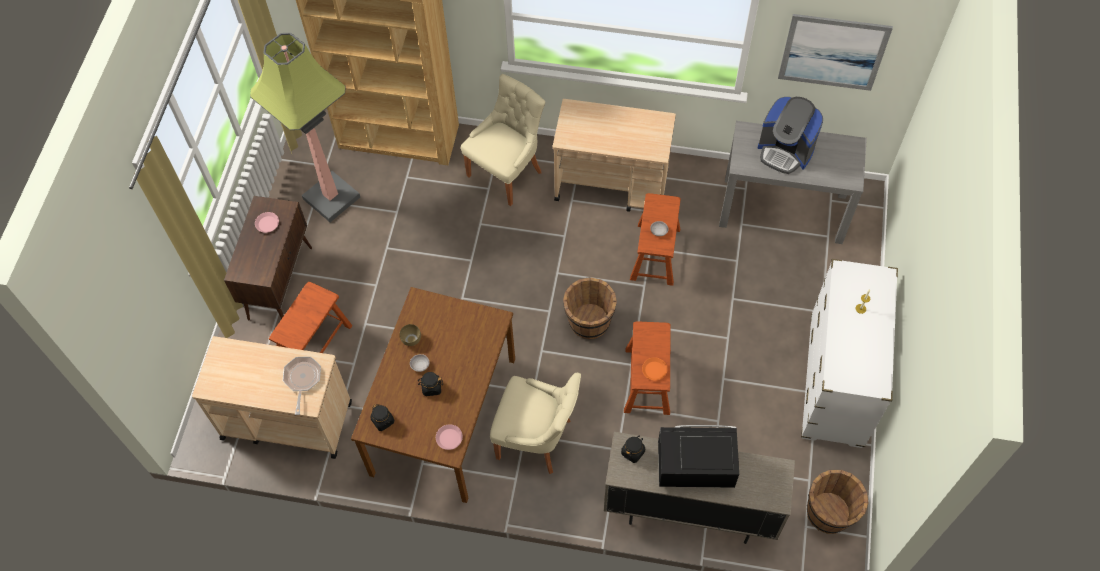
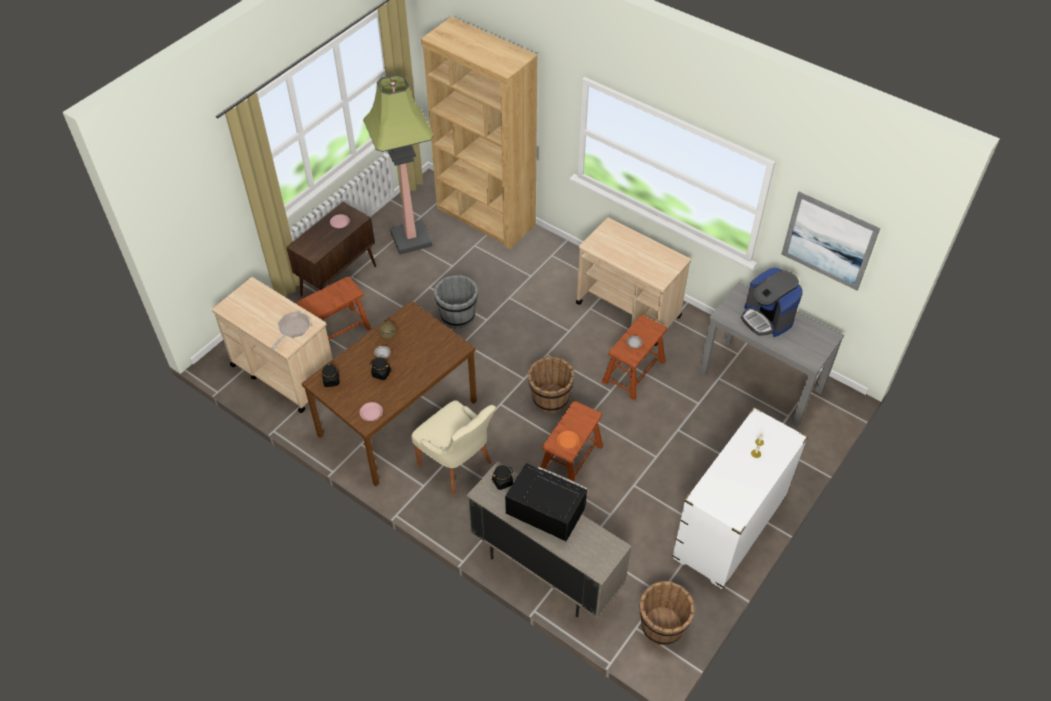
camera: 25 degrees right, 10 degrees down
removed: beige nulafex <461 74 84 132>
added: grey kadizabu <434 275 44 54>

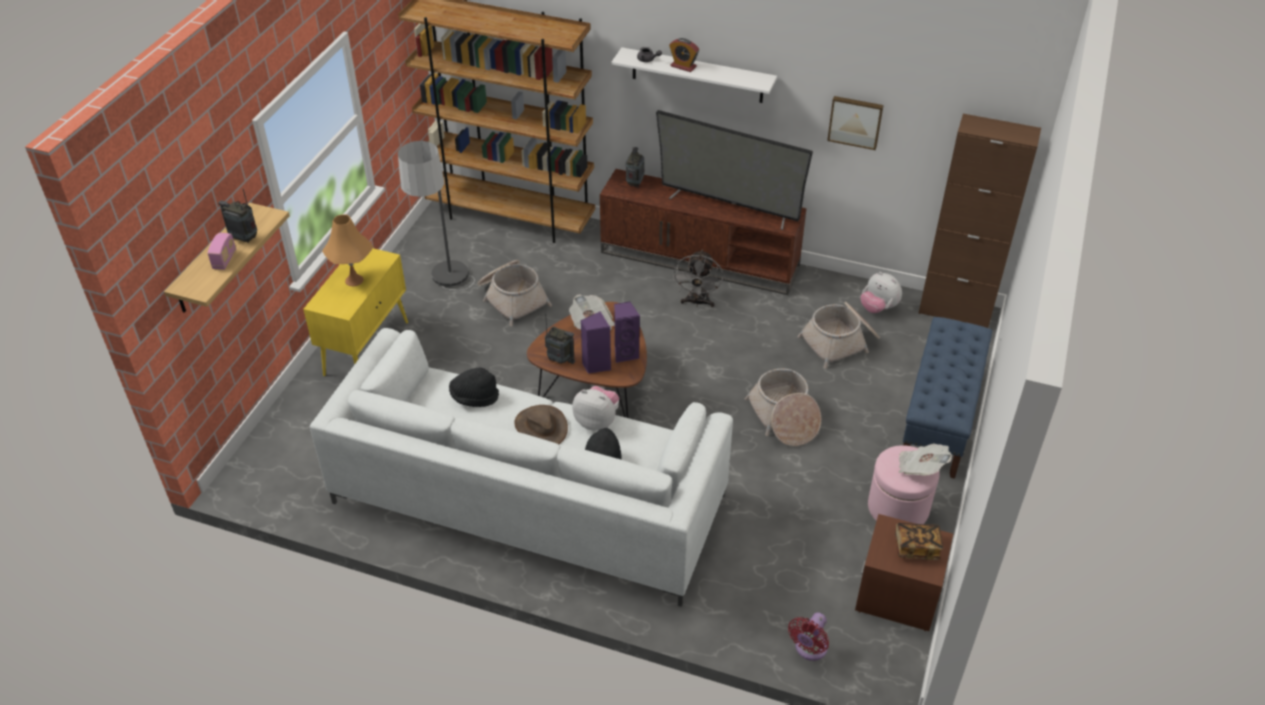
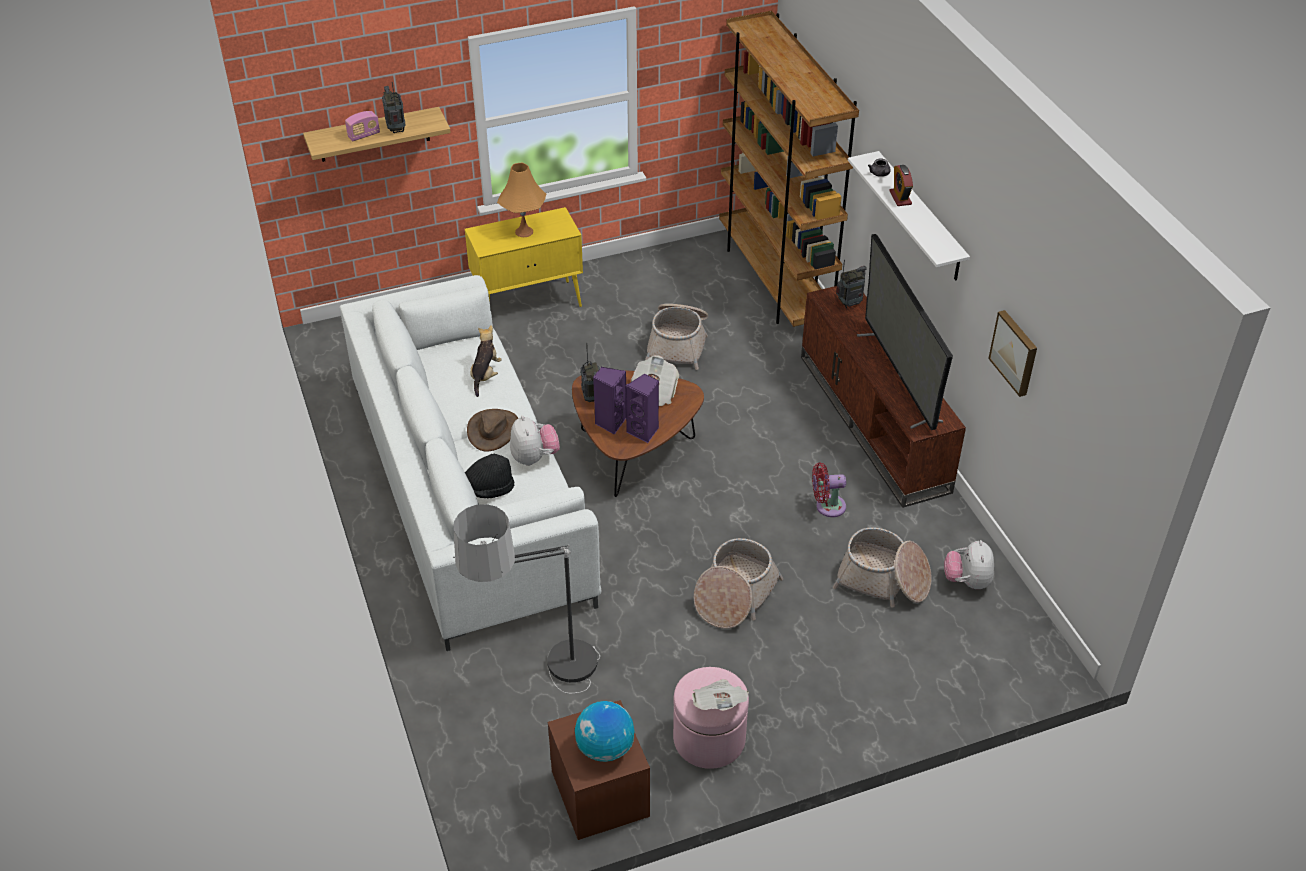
camera: 50 degrees right, 0 degrees up
removed: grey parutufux <673 249 50 58>; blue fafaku <903 317 89 162>; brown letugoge <918 114 123 214>
moved: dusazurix <398 141 77 149> to <453 504 147 190>; red parutufux <788 612 41 49> to <812 462 34 55>
replaced: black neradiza <449 367 50 40> to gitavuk <470 325 32 72>; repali <895 523 48 37> to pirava <575 701 60 61>

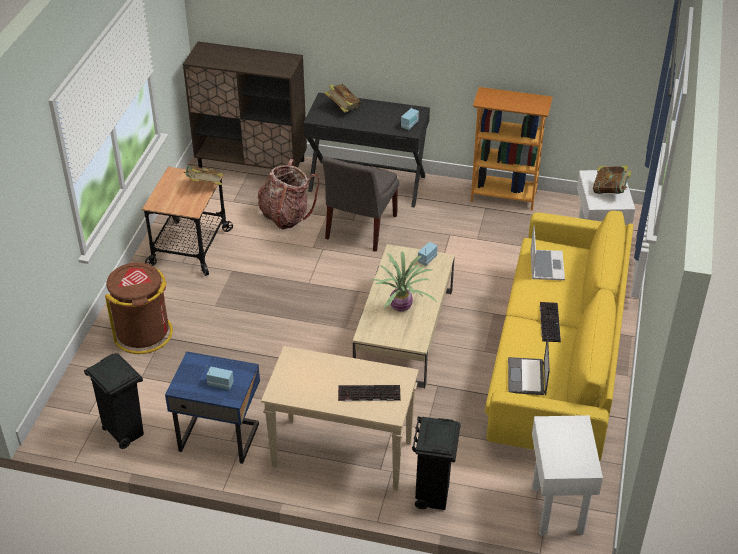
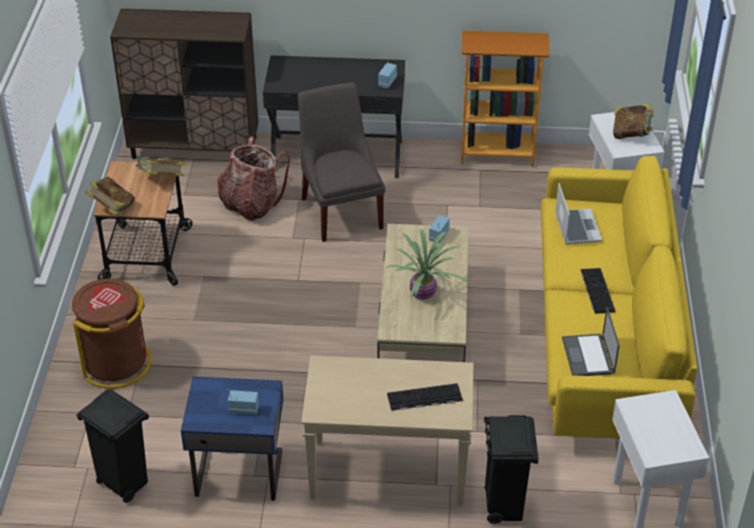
camera: 10 degrees left, 0 degrees up
moved: repali <325 84 36 29> to <85 176 50 40>
turned: grey nulafex <322 157 77 95> = <298 82 87 160> 150 degrees clockwise

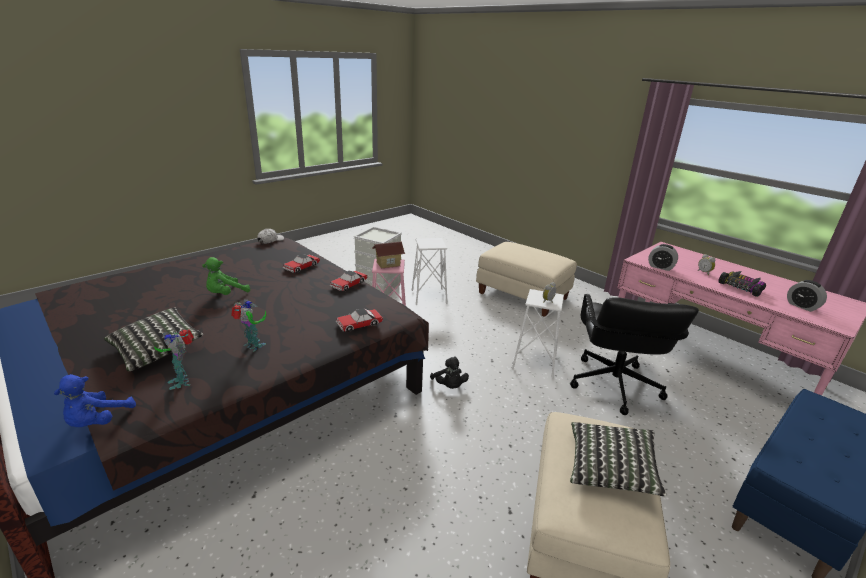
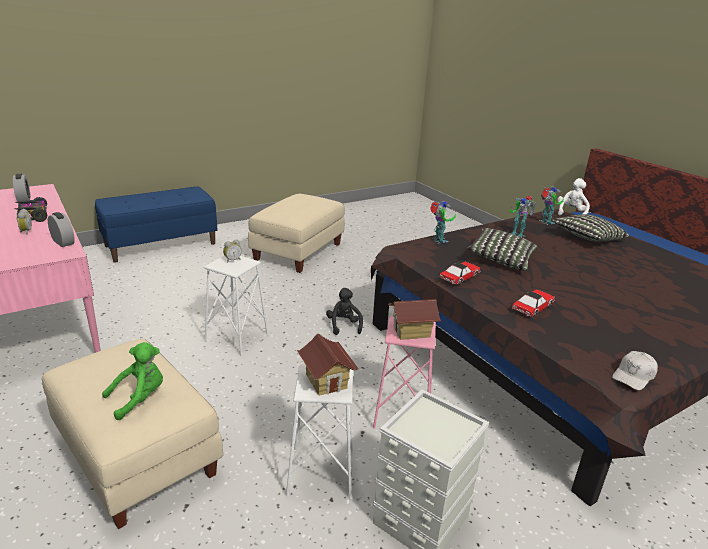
camera: 170 degrees left, 0 degrees up
removed: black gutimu <570 294 129 121>
added: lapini <297 334 61 62>
moved: green gitavuk <202 257 48 38> to <102 342 61 78>; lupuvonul <570 422 96 74> to <467 228 71 43>
replaced: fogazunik <336 308 47 24> to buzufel <430 201 26 43>
recoloured: blue gitavuk <54 374 82 53> to white gitavuk <558 178 32 37>

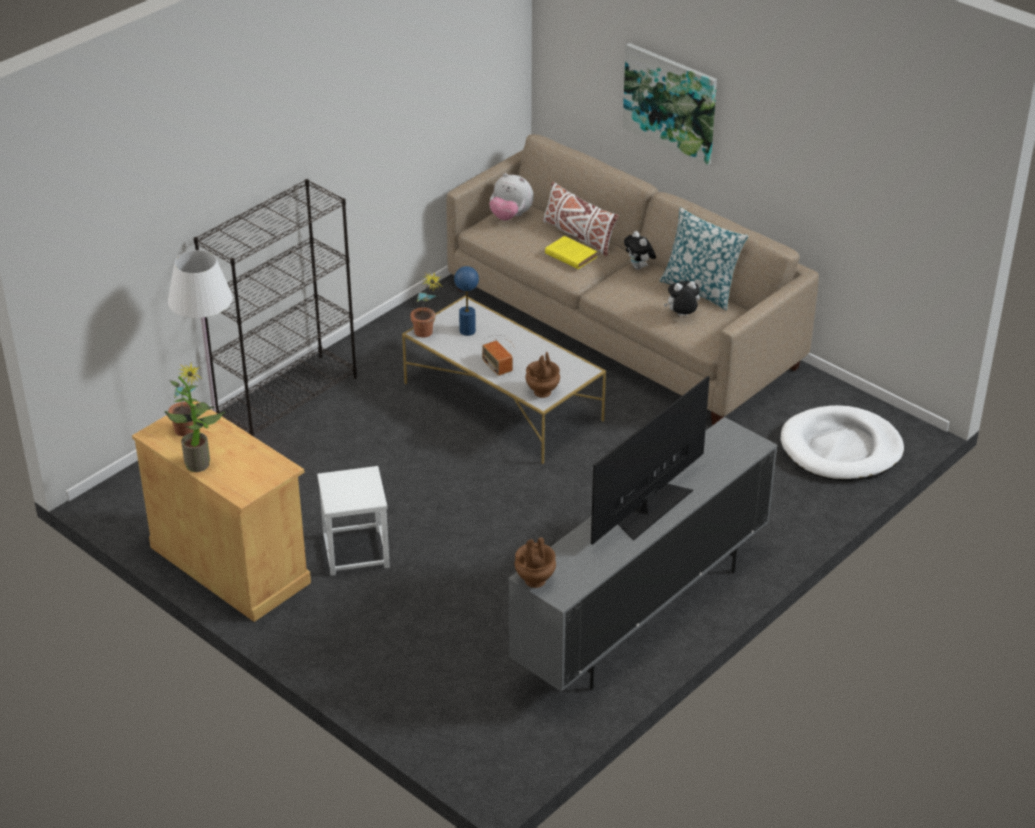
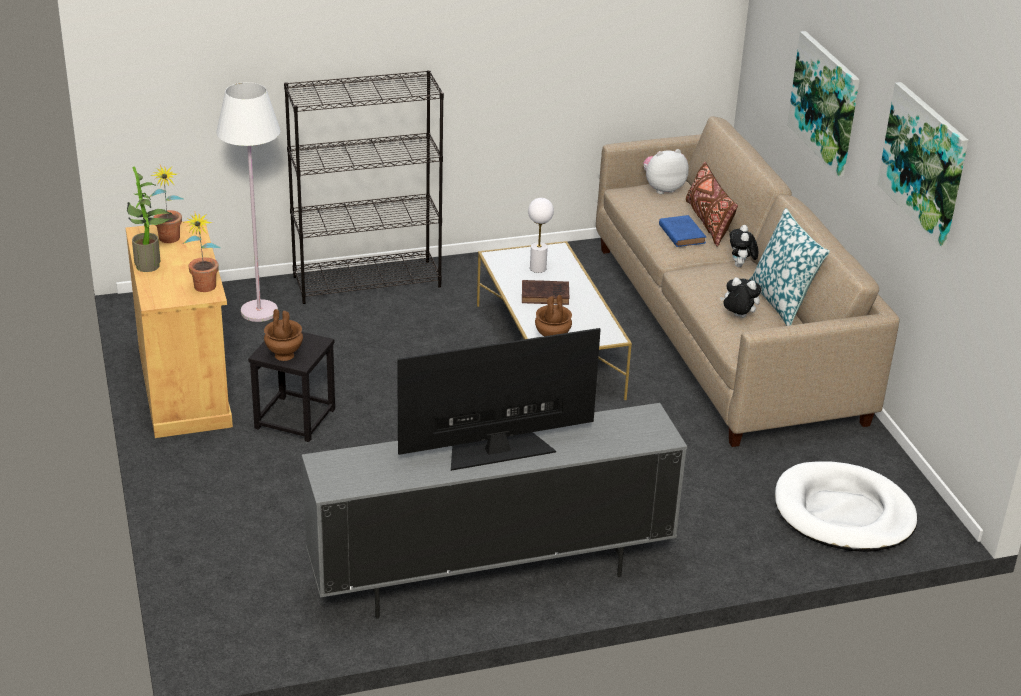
camera: 30 degrees right, 5 degrees down
added: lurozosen <877 82 91 165>
moved: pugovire <410 271 32 67> to <184 211 36 81>; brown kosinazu <515 537 41 51> to <264 309 39 52>
replaced: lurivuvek <481 335 34 41> to brown repali <522 280 47 25>
recoloured: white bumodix <317 466 73 110> to black bumodix <248 332 87 110>; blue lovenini <454 266 25 70> to white lovenini <528 198 26 75>; white lupuvonul <543 182 76 75> to brown lupuvonul <686 162 52 85>; yellow repali <545 236 52 33> to blue repali <659 215 47 32>
turned: gitavuk <489 173 45 48> = <643 149 46 45> 105 degrees clockwise

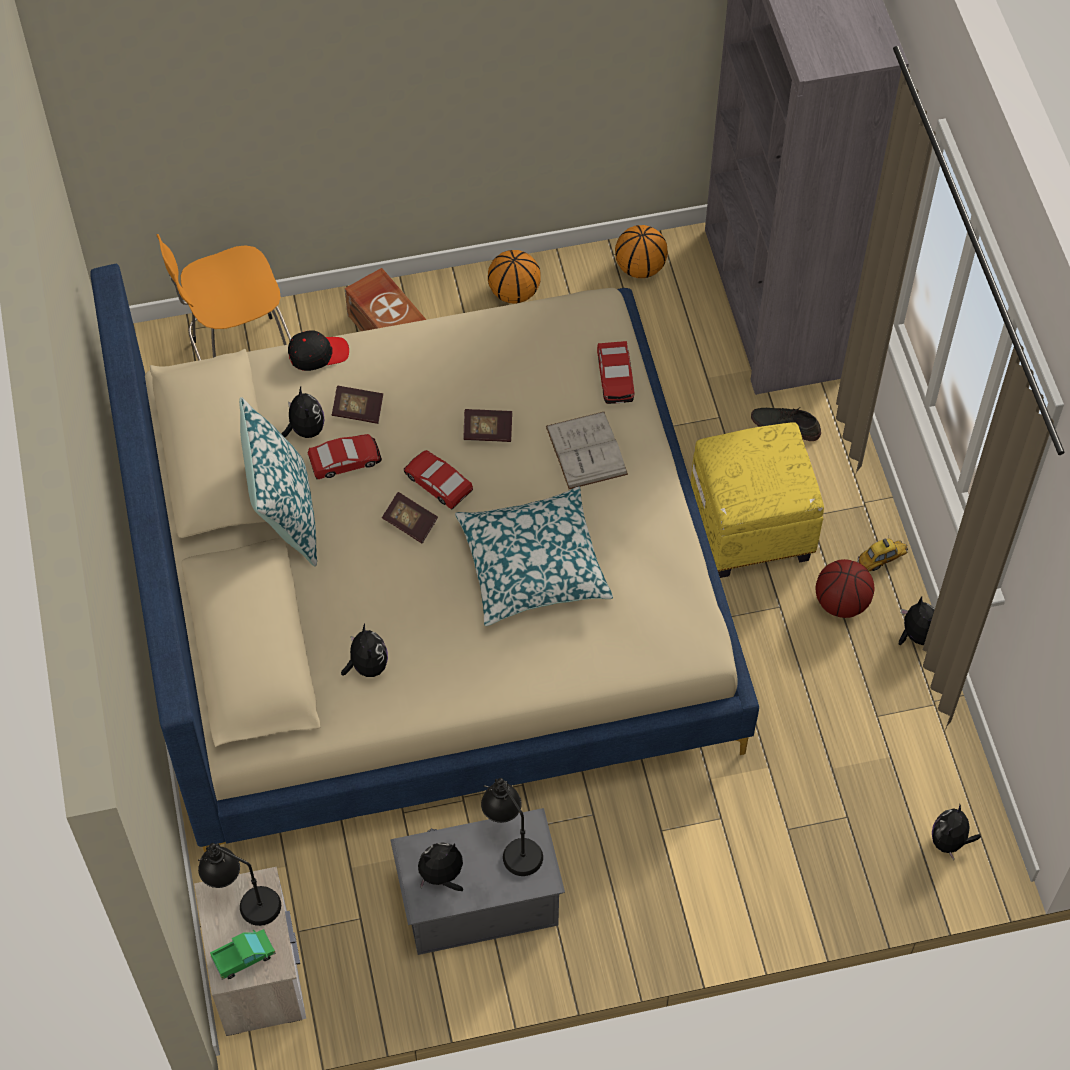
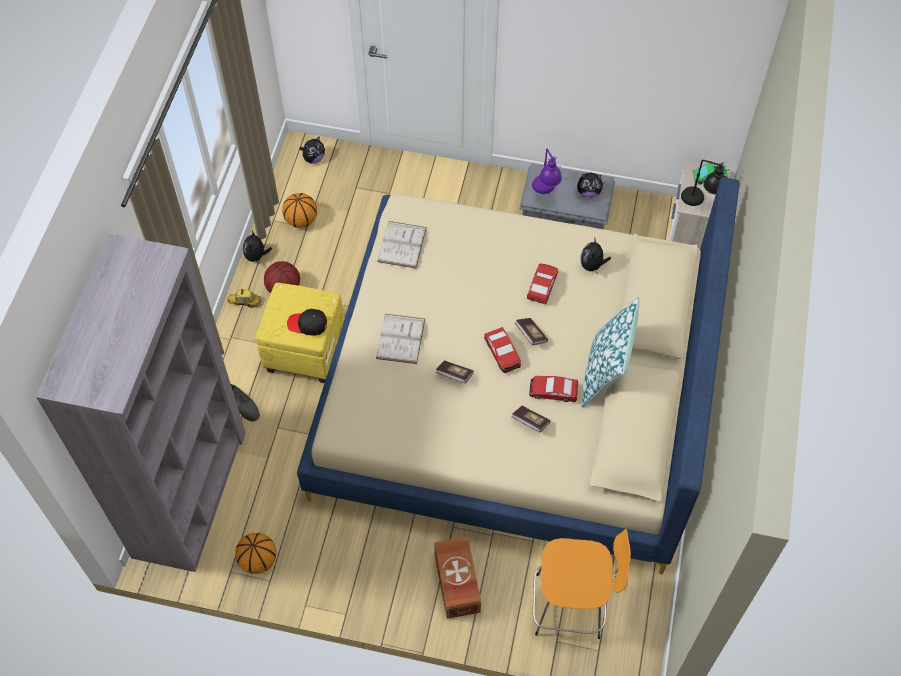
camera: 155 degrees left, 0 degrees up
removed: gitavuk <282 387 42 51>; lupuvonul <455 486 158 140>
added: white repali <377 221 50 47>
moved: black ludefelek <288 330 61 41> to <287 309 40 27>; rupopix <488 250 53 53> to <282 193 35 35>; fogazunik <597 341 37 63> to <527 264 31 40>
recoloured: black lovenini <481 778 62 98> to purple lovenini <532 149 30 45>

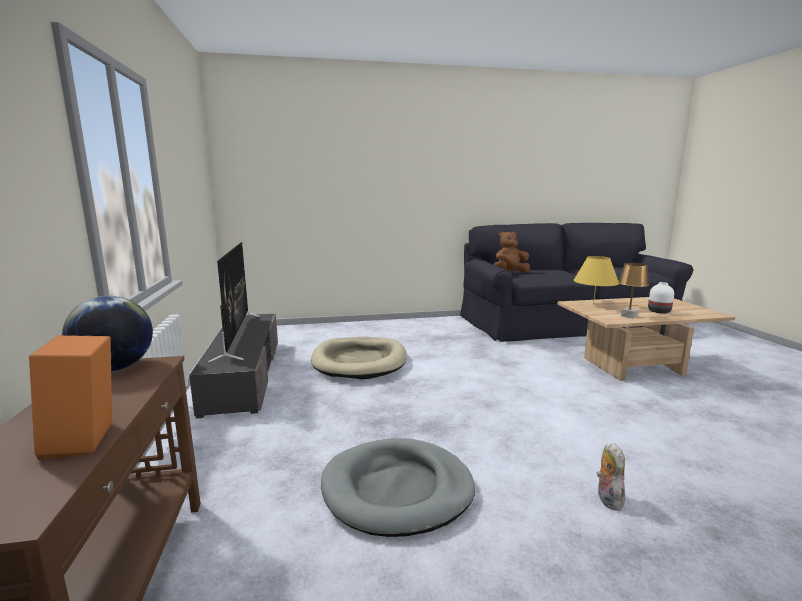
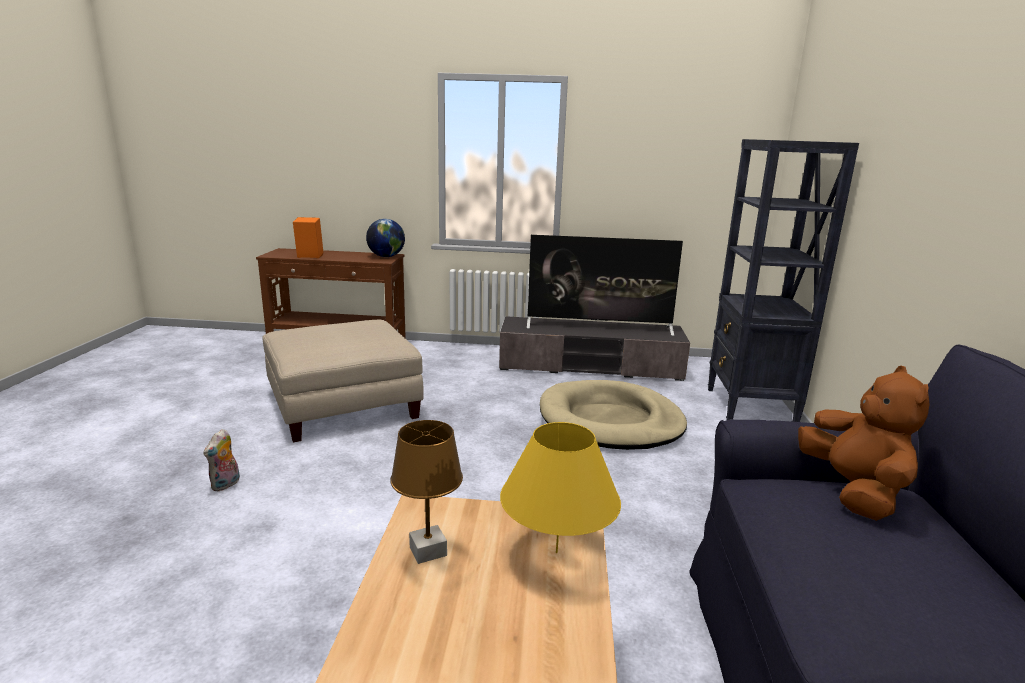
camera: 105 degrees right, 5 degrees up
removed: white kosinazu <648 282 26 32>
added: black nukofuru <708 139 151 283>
replaced: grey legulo <321 438 154 99> to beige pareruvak <262 320 162 122>
turned: gitavuk <596 443 29 68> = <203 429 37 63> 90 degrees clockwise

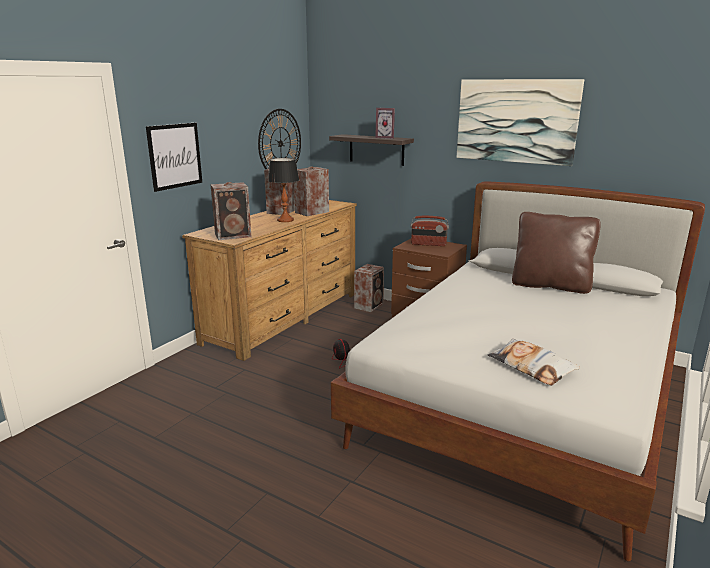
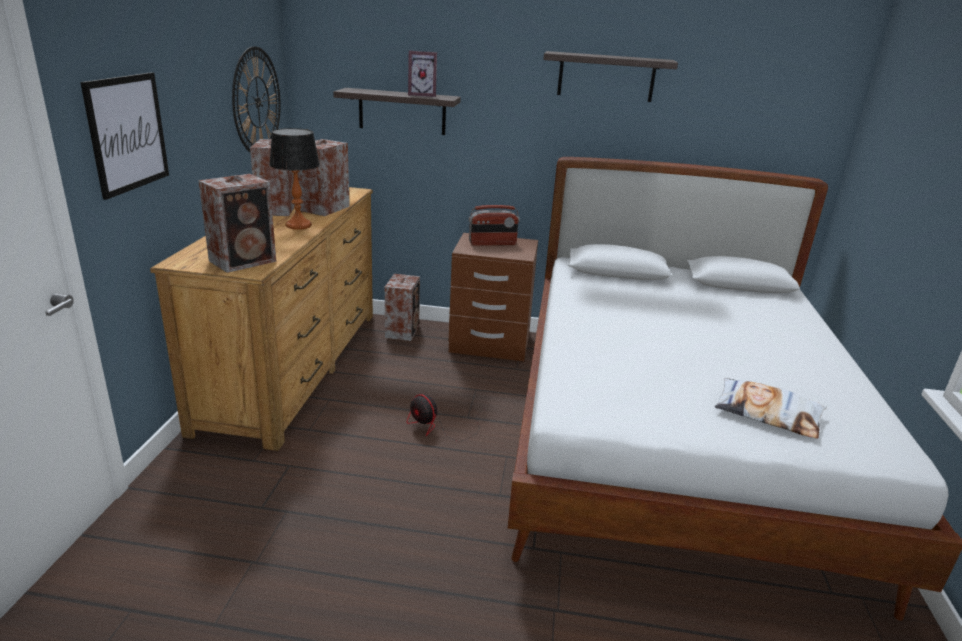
camera: 25 degrees left, 5 degrees up
removed: brown lupuvonul <512 212 88 82>
replaced: lurozosen <457 79 127 87> to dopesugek <543 51 135 51>

